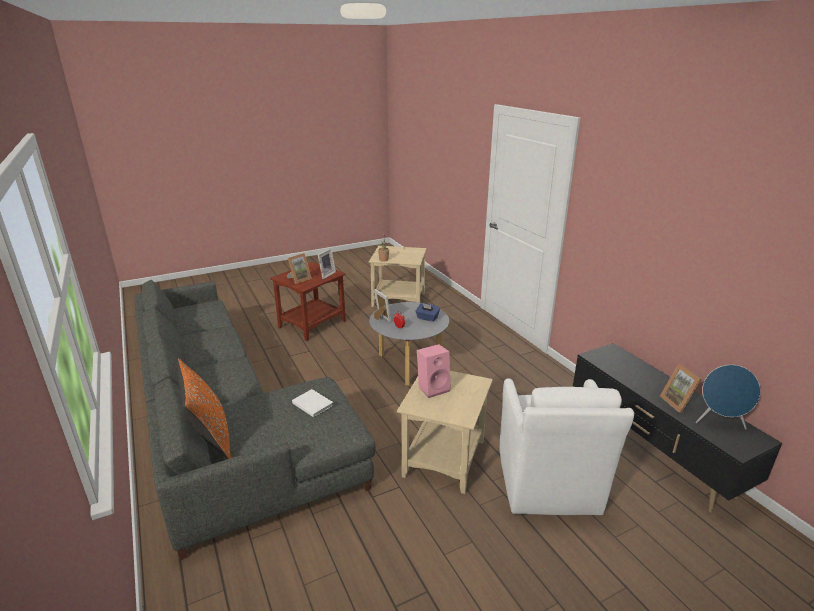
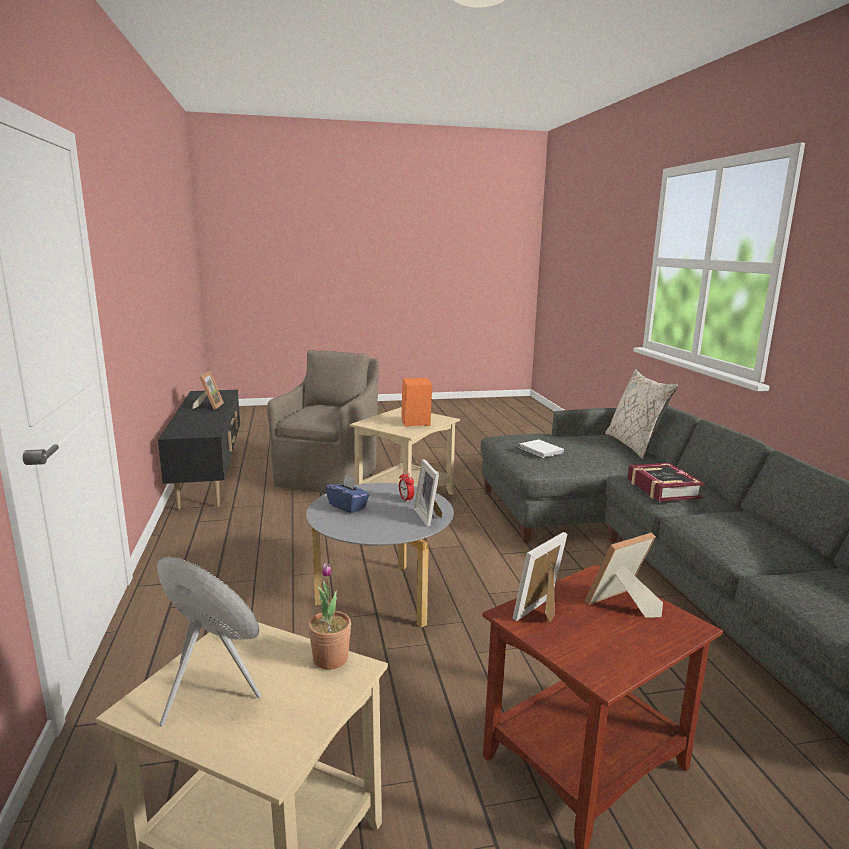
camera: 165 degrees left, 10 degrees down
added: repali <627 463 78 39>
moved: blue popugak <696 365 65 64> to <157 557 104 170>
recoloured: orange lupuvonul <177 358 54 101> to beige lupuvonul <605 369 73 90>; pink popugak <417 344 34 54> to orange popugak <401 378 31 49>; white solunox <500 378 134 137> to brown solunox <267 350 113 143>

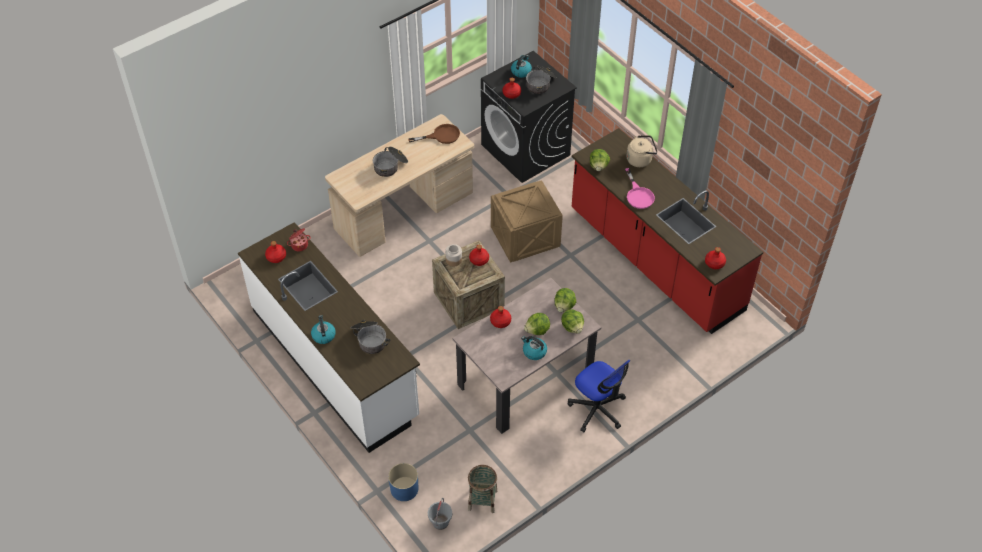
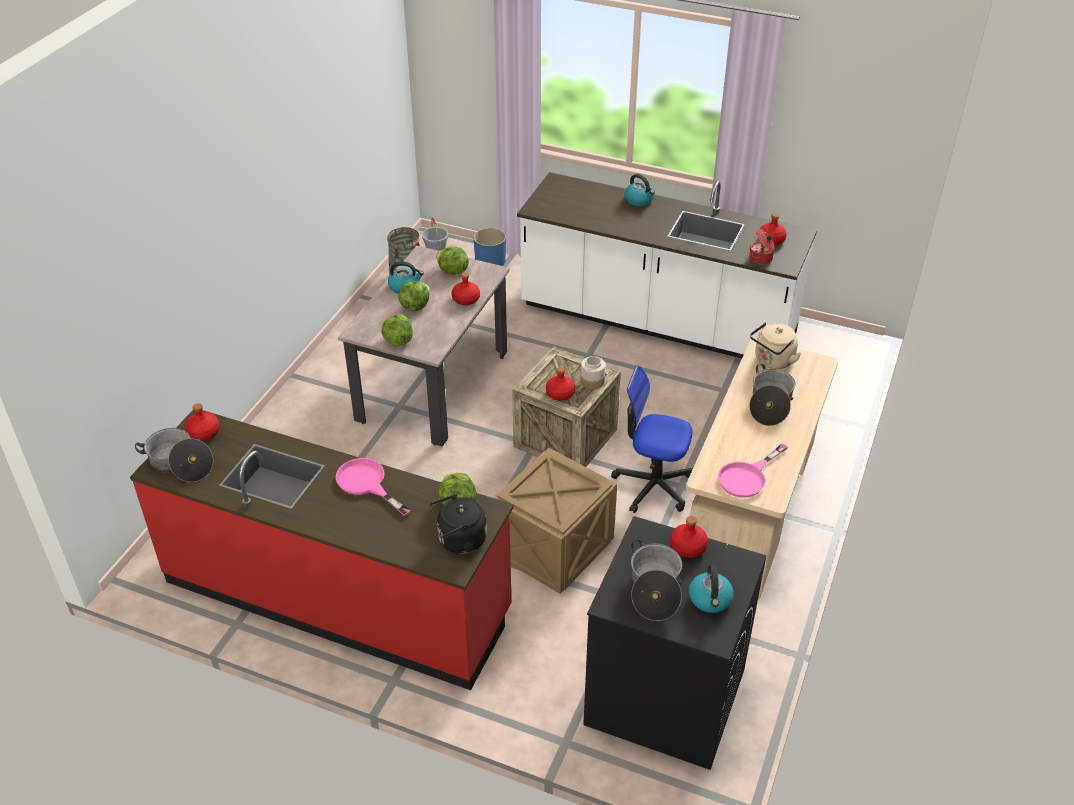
camera: 150 degrees right, 10 degrees down
added: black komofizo <430 494 57 60>
moved: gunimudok <350 320 40 34> to <135 428 78 54>; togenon <561 309 23 24> to <436 246 33 29>; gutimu <567 360 63 72> to <611 366 82 147>; beige komofizo <626 135 32 32> to <750 322 51 47>
recoloured: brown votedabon <408 124 52 20> to pink votedabon <718 443 70 55>

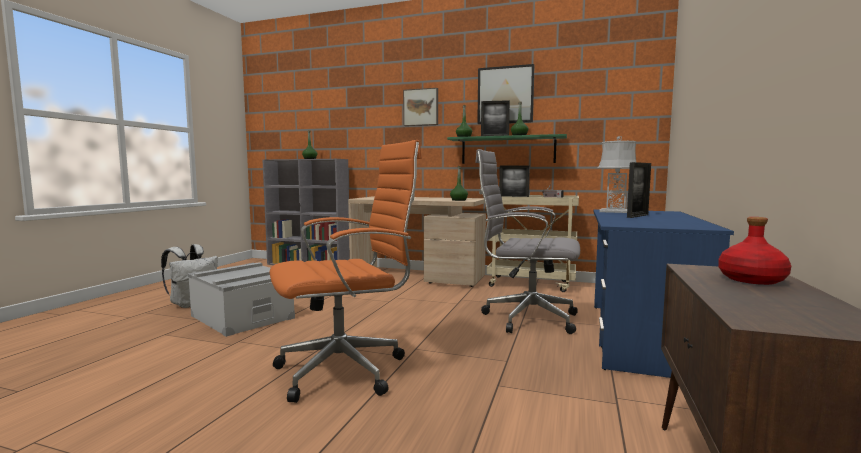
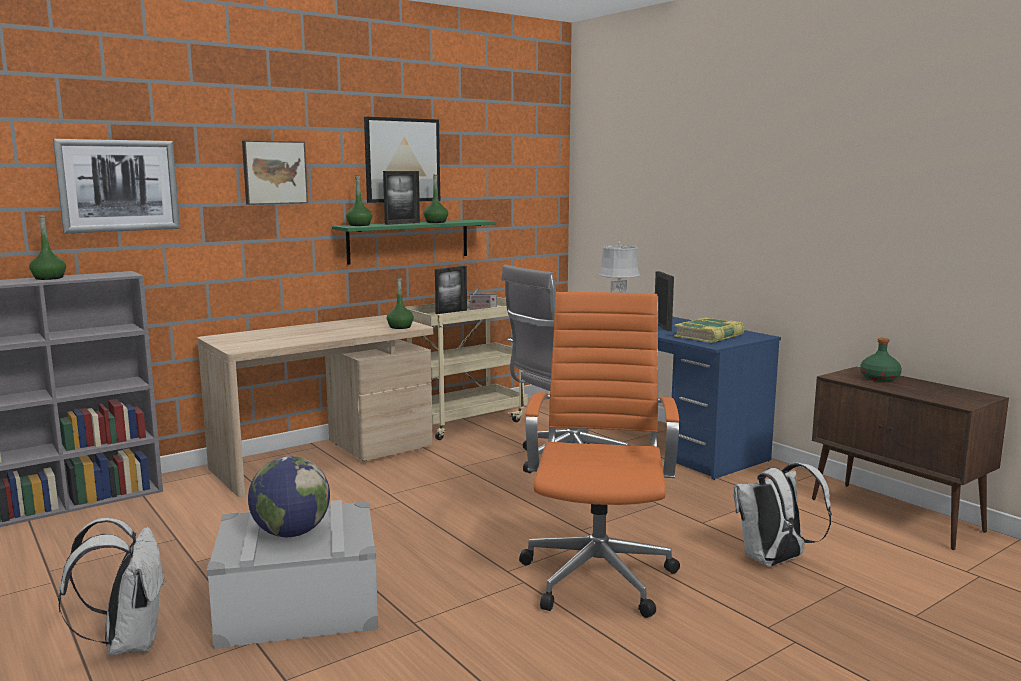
camera: 55 degrees left, 5 degrees up
added: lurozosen <53 139 127 94>; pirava <248 456 82 81>; repali <674 317 71 26>; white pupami <734 463 98 104>
recoloured: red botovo <718 217 73 68> to green botovo <860 338 42 44>

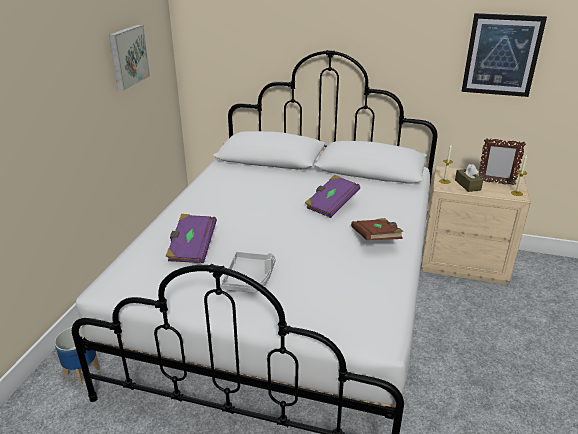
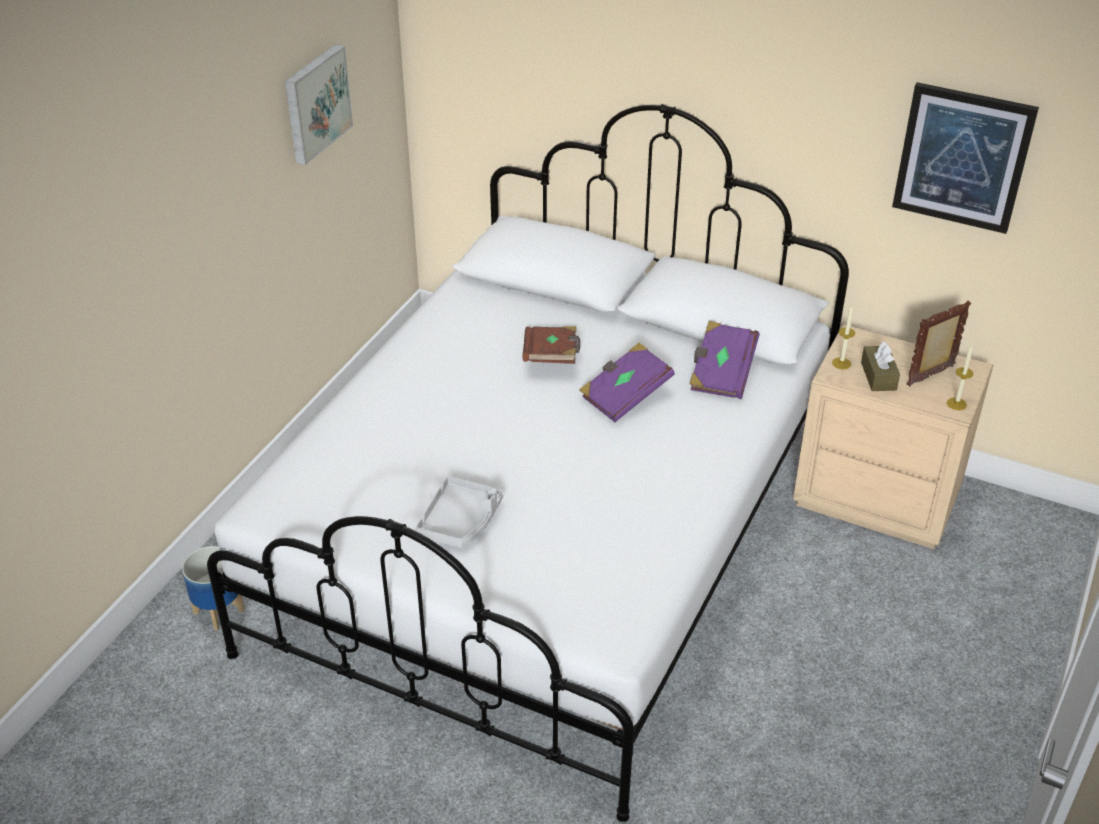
camera: 10 degrees right, 10 degrees up
moved: purple repali <166 214 51 49> to <689 321 71 78>; brown repali <351 218 52 23> to <522 326 58 38>
turned: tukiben <479 138 47 48> = <907 301 64 85> 120 degrees clockwise

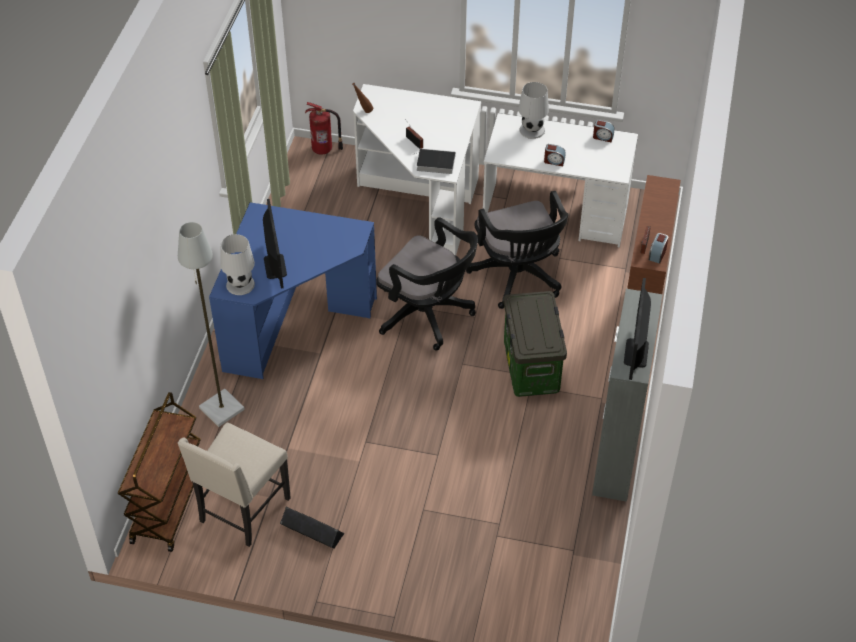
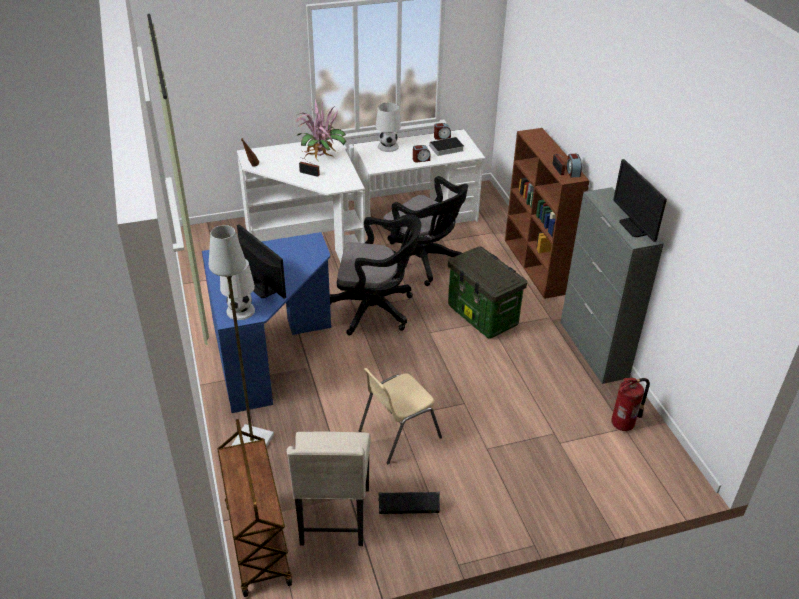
camera: 30 degrees left, 10 degrees down
added: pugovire <296 99 50 61>; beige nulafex <359 368 83 96>
moved: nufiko <305 102 38 53> to <611 378 39 53>; repali <414 149 41 25> to <427 137 37 19>

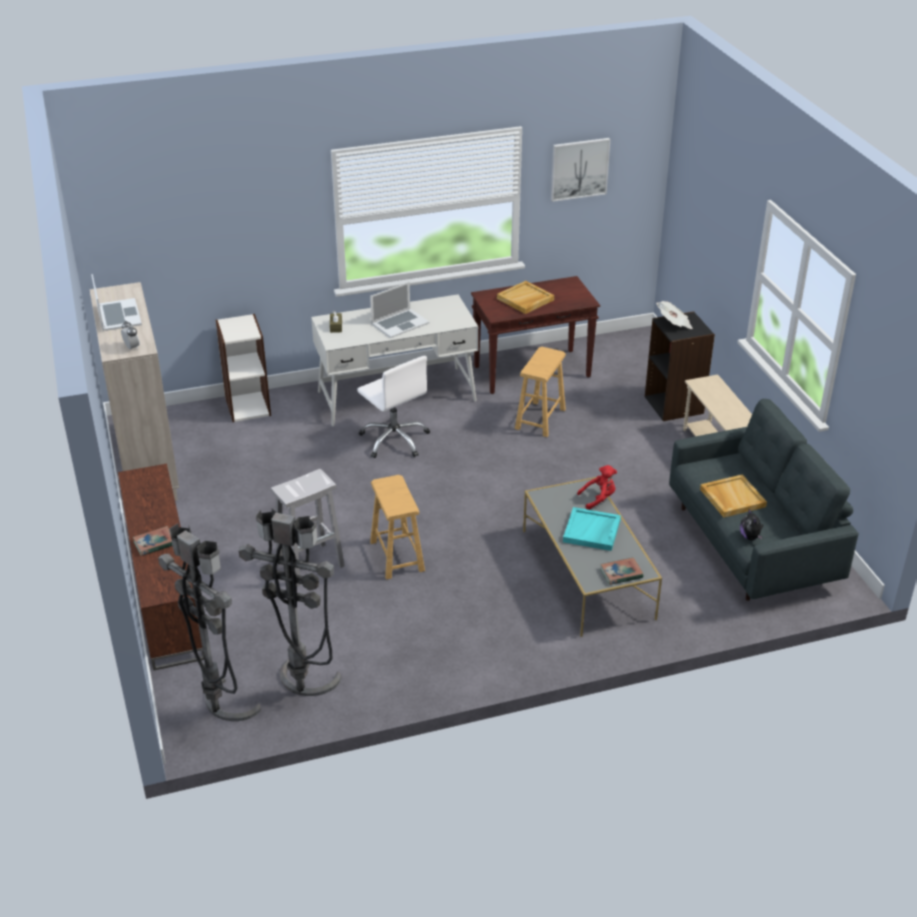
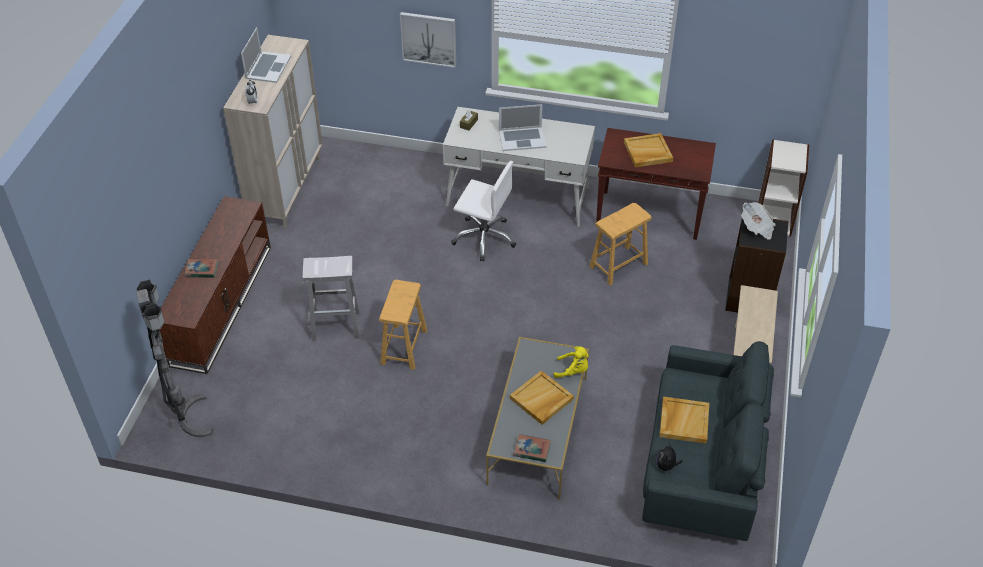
camera: 30 degrees right, 10 degrees up
removed: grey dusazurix <239 508 102 188>
moved: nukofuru <216 314 55 108> to <758 139 51 98>; lurozosen <551 138 60 64> to <400 12 56 56>
recoloured: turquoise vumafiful <563 507 58 44> to beige vumafiful <510 371 64 54>; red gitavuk <577 465 40 45> to yellow gitavuk <554 346 35 32>
turned: white gutimu <357 356 73 102> = <451 161 65 100> 60 degrees counterclockwise

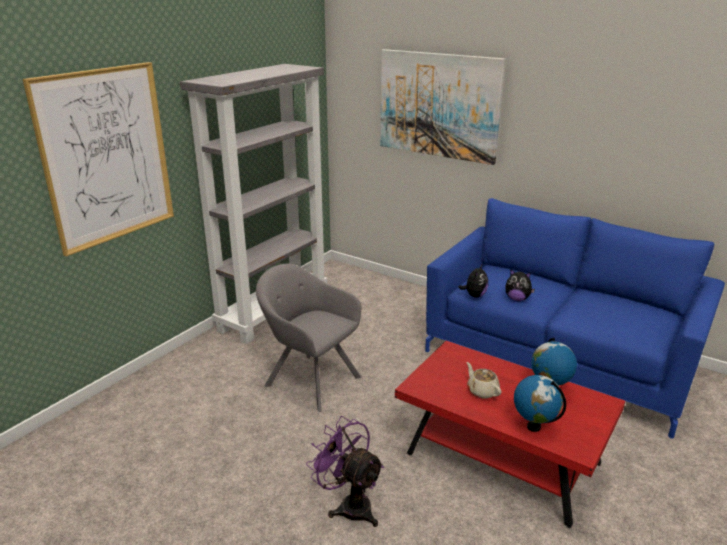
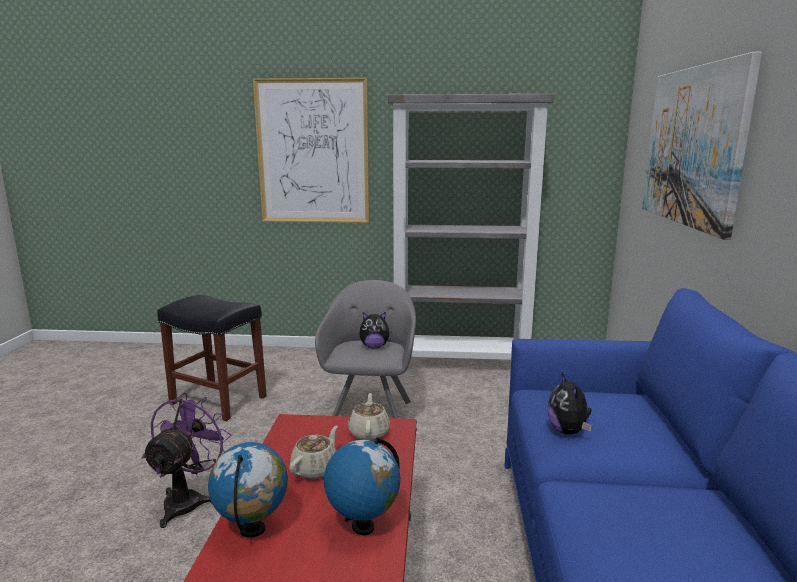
camera: 60 degrees right, 10 degrees down
added: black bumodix <157 295 110 126>; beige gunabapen <348 393 42 47>
moved: gitavuk <458 265 30 33> to <359 312 33 37>

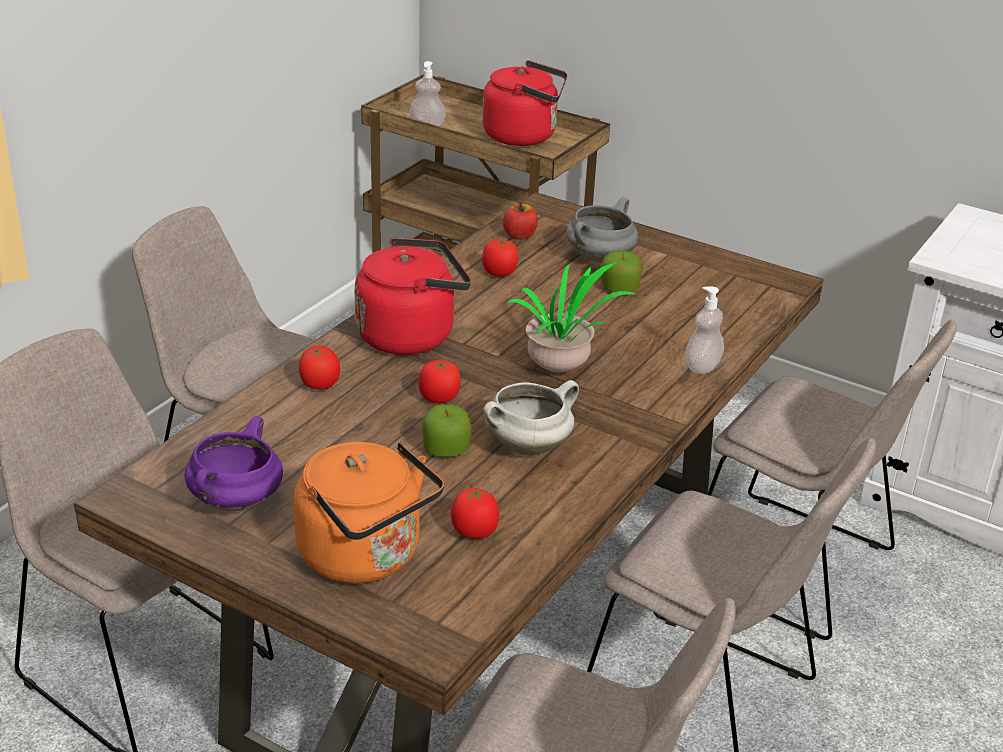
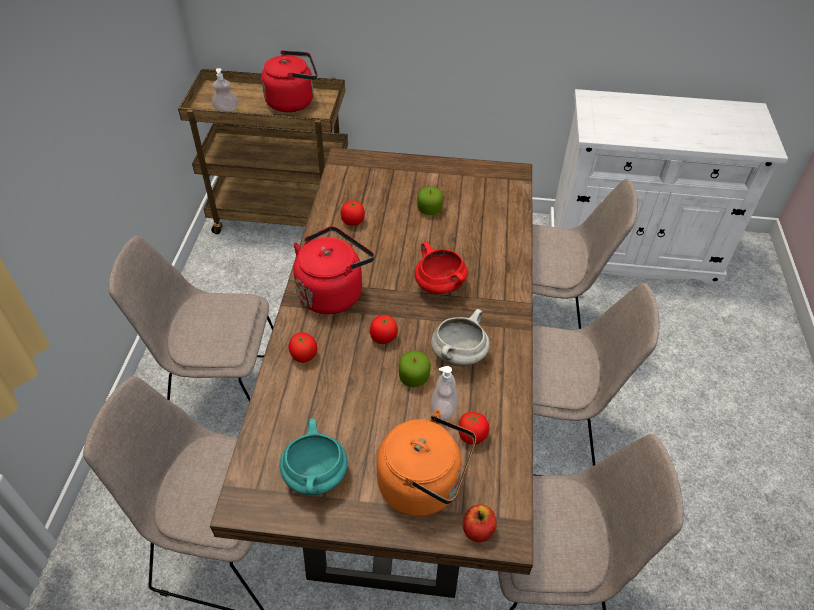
camera: 25 degrees left, 15 degrees up
removed: grey gunimudok <566 197 72 66>
moved: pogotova <503 202 35 37> to <463 504 34 38>; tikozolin <685 286 39 88> to <431 366 27 54>
replaced: pugovire <507 262 128 111> to red gunimudok <415 242 53 53>
recoloured: purple gunimudok <185 416 98 95> to turquoise gunimudok <280 418 68 77>

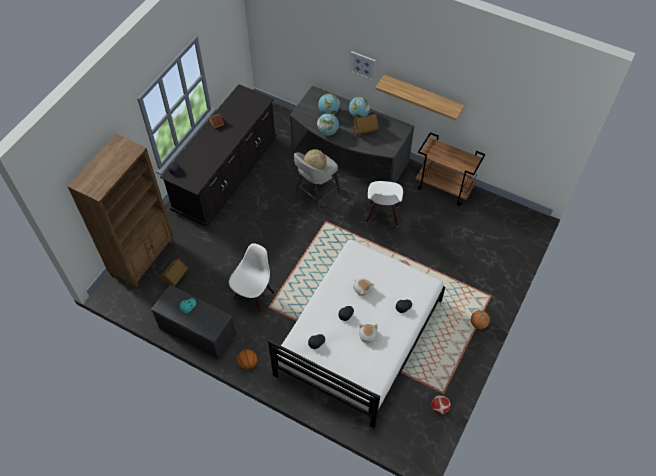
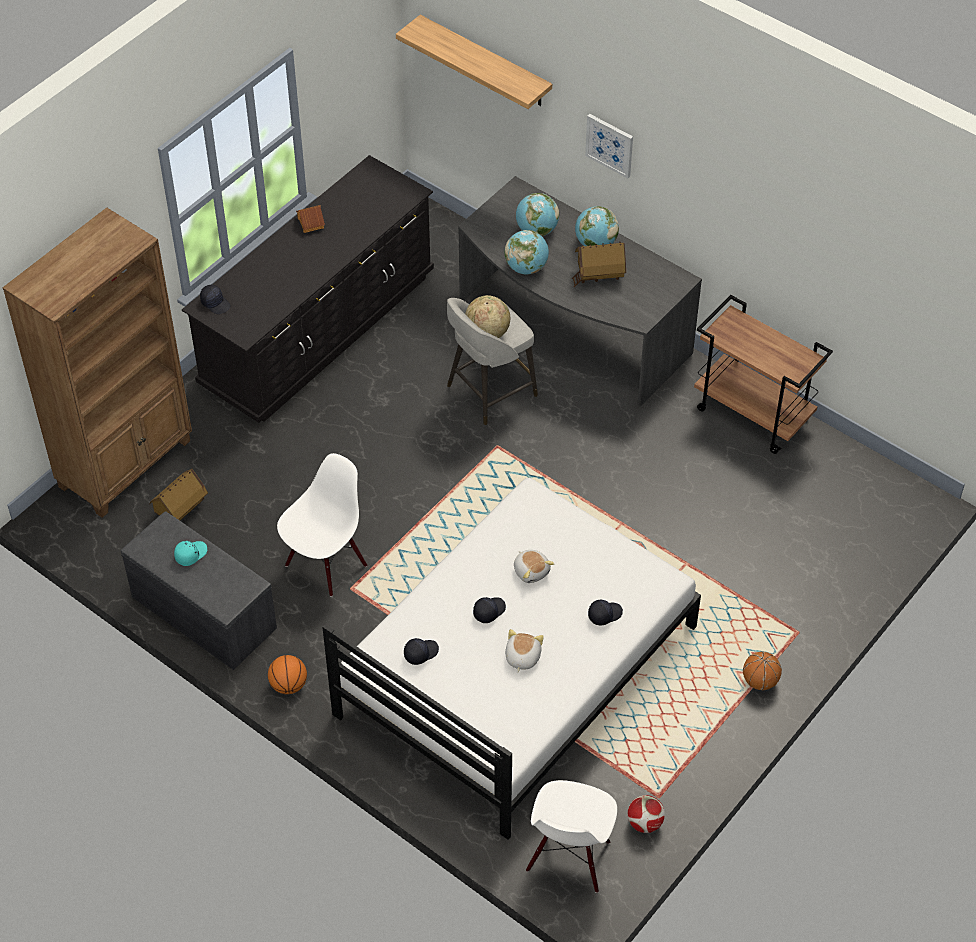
camera: 10 degrees right, 5 degrees down
moved: white nulafex <366 181 37 46> to <526 780 91 113>; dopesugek <375 74 90 47> to <396 15 156 94>

